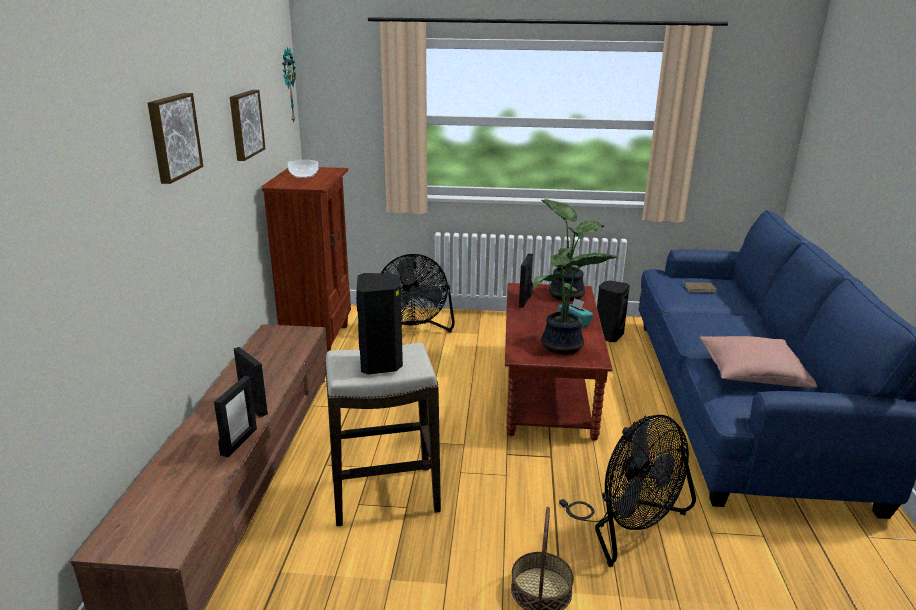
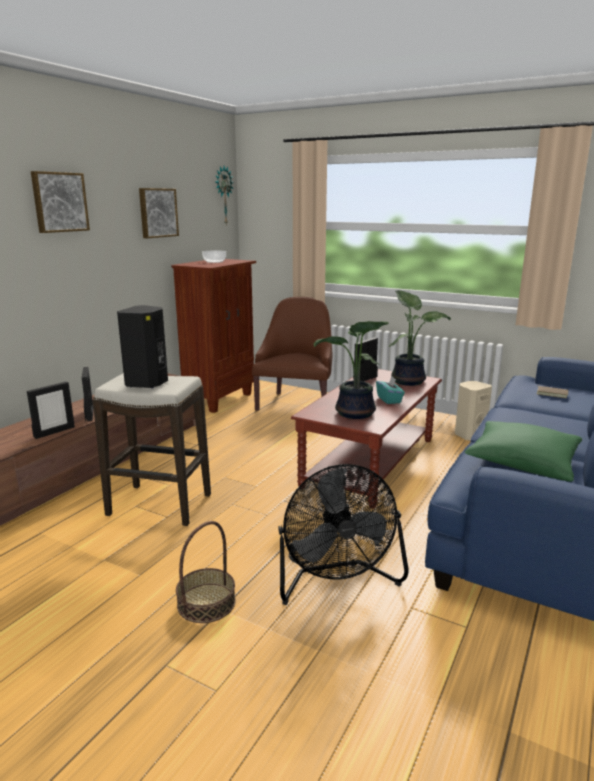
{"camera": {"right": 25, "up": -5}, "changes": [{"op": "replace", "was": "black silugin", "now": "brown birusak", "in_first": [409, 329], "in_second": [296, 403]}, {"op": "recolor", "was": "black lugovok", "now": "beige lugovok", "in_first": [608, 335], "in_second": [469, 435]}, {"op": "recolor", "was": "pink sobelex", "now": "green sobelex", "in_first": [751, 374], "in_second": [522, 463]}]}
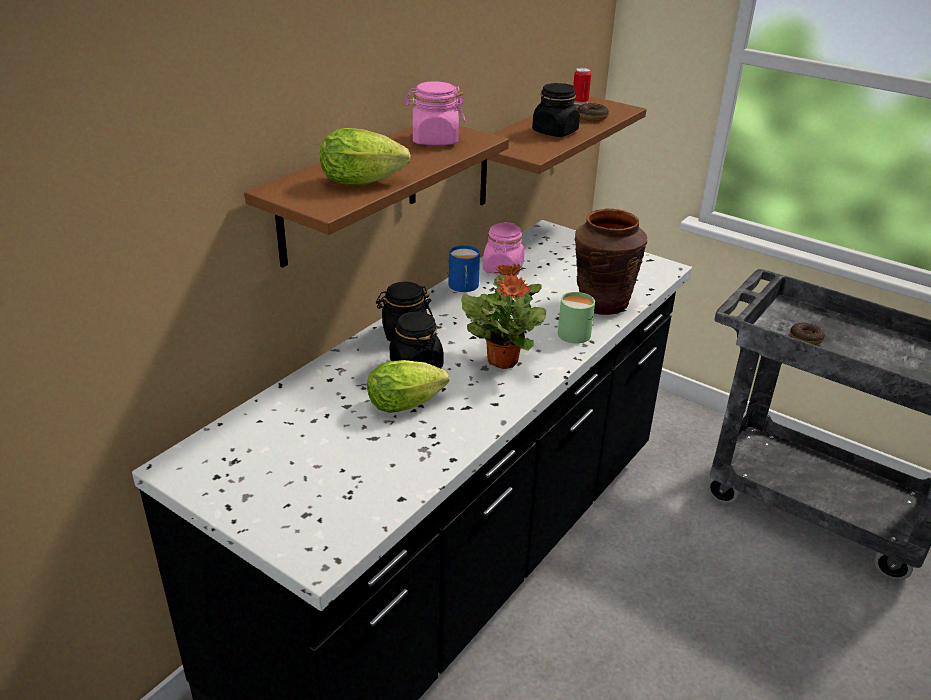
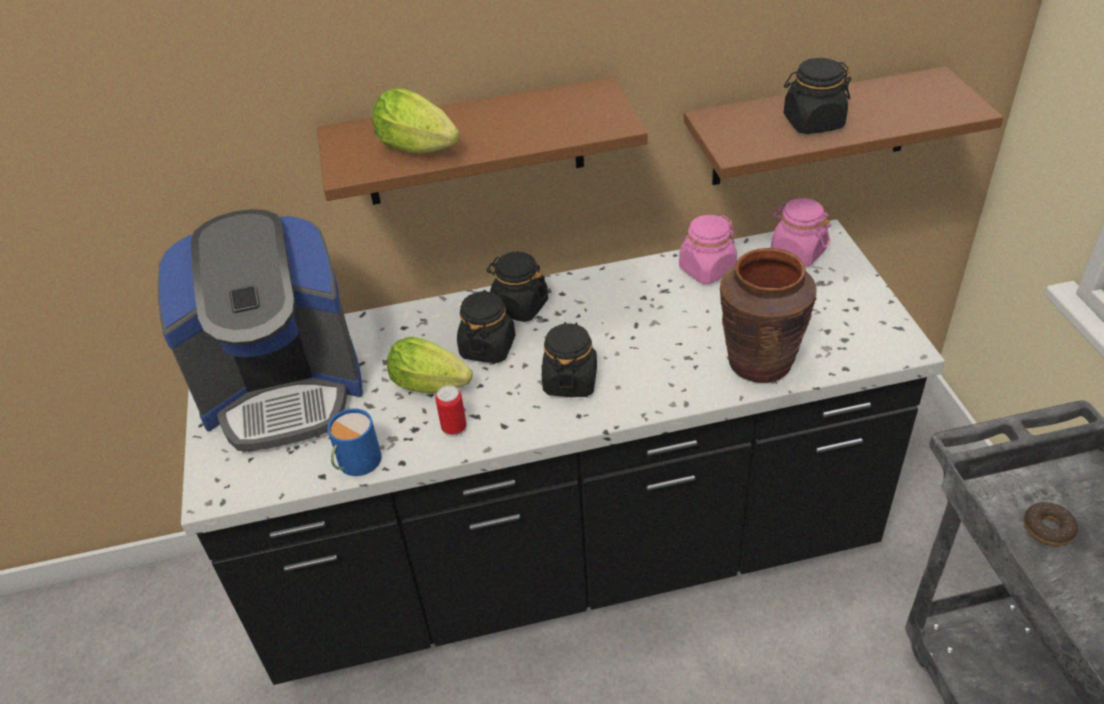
{"camera": {"right": 45, "up": 10}, "changes": [{"op": "insert", "now": "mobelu", "in_second": [284, 390]}, {"op": "move", "was": "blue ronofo", "in_first": [463, 286], "in_second": [355, 462]}, {"op": "move", "was": "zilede", "in_first": [580, 102], "in_second": [454, 428]}, {"op": "replace", "was": "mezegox", "now": "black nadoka", "in_first": [503, 360], "in_second": [570, 381]}, {"op": "move", "was": "pink nadoka", "in_first": [434, 140], "in_second": [797, 252]}, {"op": "delete", "was": "green ronofo", "in_first": [575, 332]}, {"op": "delete", "was": "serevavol", "in_first": [592, 117]}]}
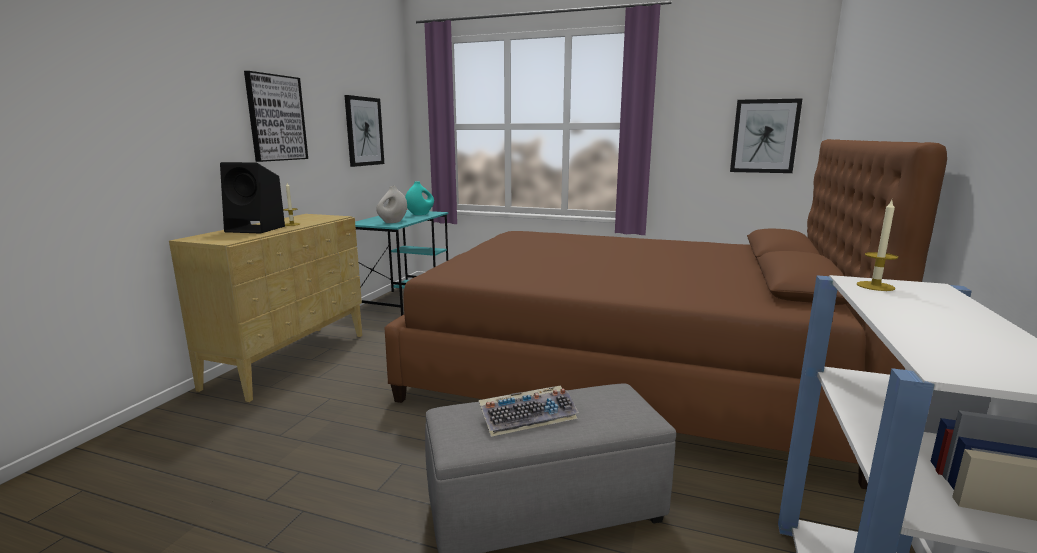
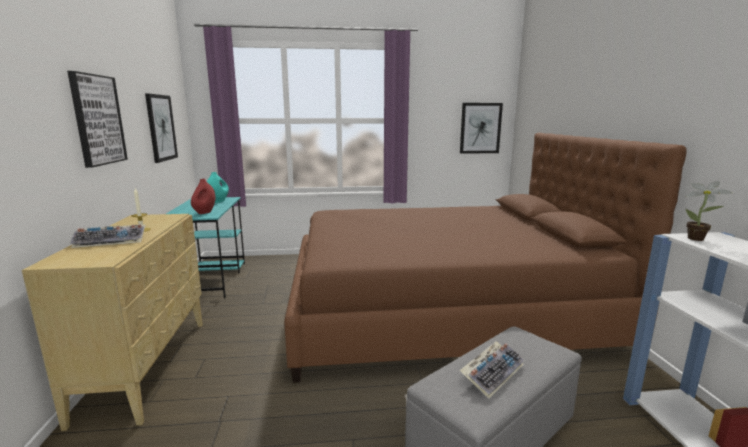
{"camera": {"right": -25, "up": 0}, "changes": [{"op": "replace", "was": "black lugovok", "now": "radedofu", "in_first": [257, 229], "in_second": [112, 240]}, {"op": "recolor", "was": "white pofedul", "now": "red pofedul", "in_first": [393, 222], "in_second": [205, 212]}, {"op": "replace", "was": "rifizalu", "now": "mezegox", "in_first": [875, 286], "in_second": [698, 239]}]}
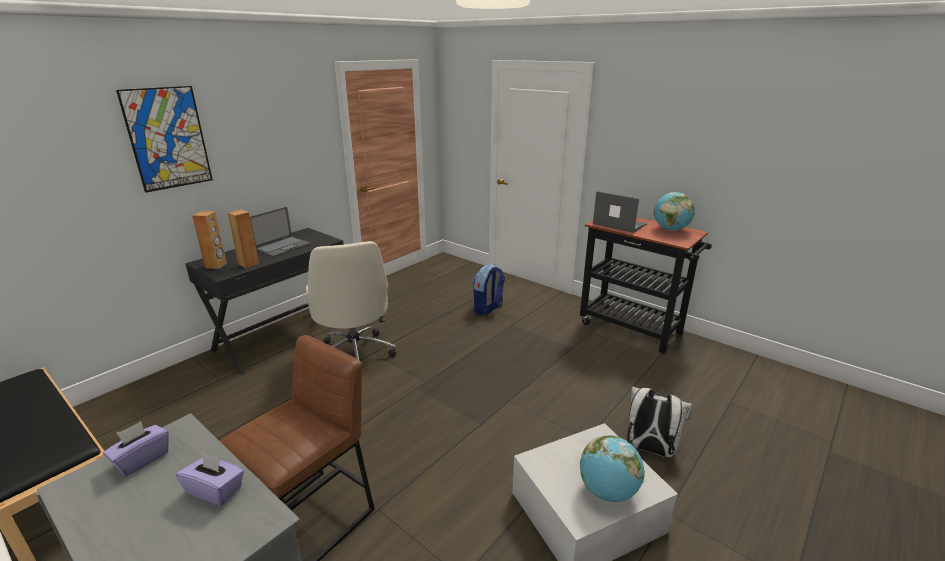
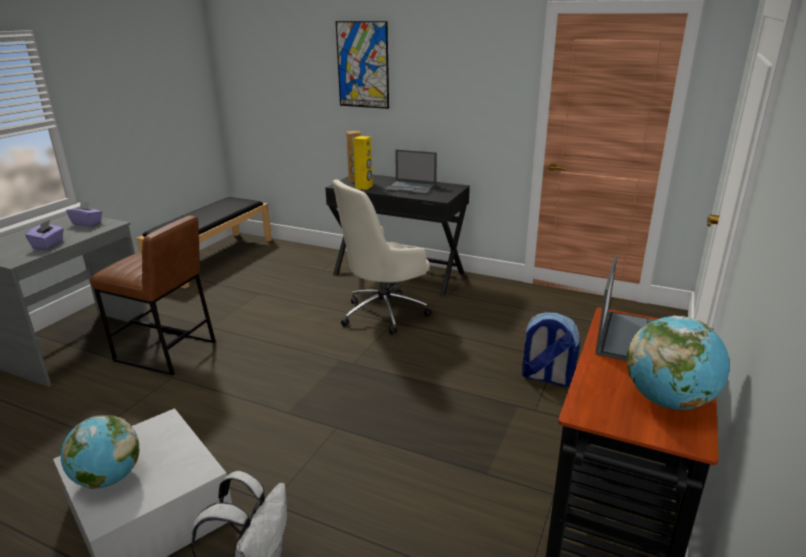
{"camera": {"right": 75, "up": 0}, "changes": [{"op": "recolor", "was": "brown lugovok", "now": "yellow lugovok", "in_first": [249, 264], "in_second": [364, 187]}]}
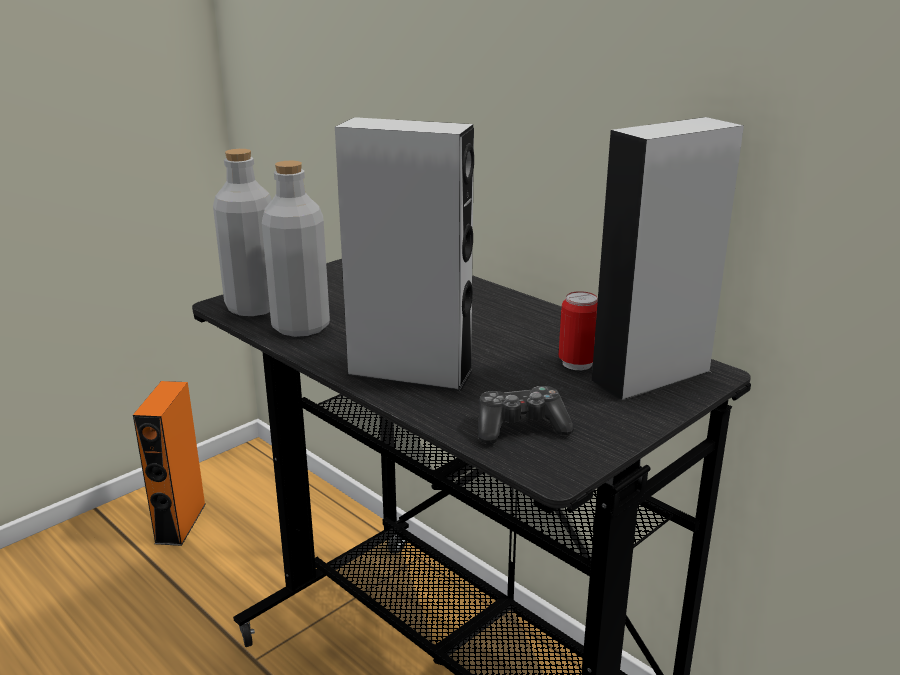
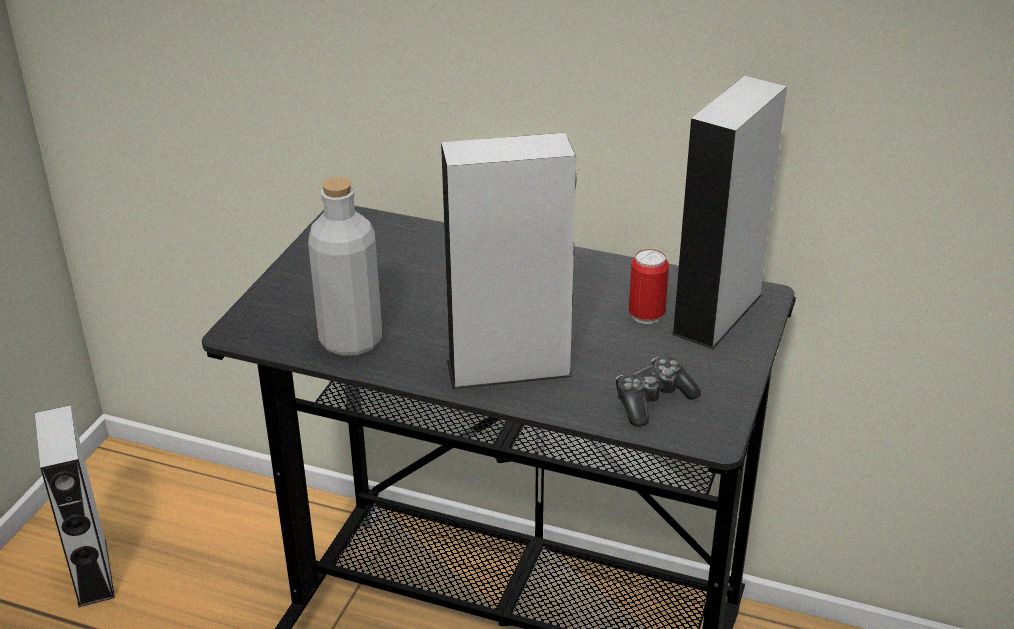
{"camera": {"right": -25, "up": 10}, "changes": [{"op": "recolor", "was": "orange lugovok", "now": "grey lugovok", "in_first": [180, 523], "in_second": [92, 572]}, {"op": "delete", "was": "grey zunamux", "in_first": [253, 307]}]}
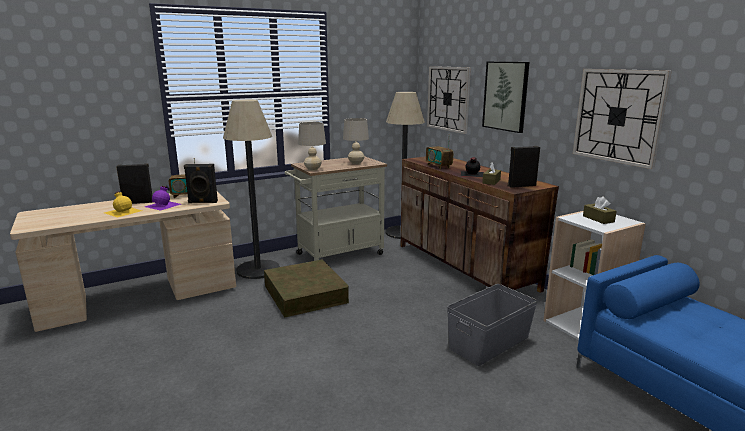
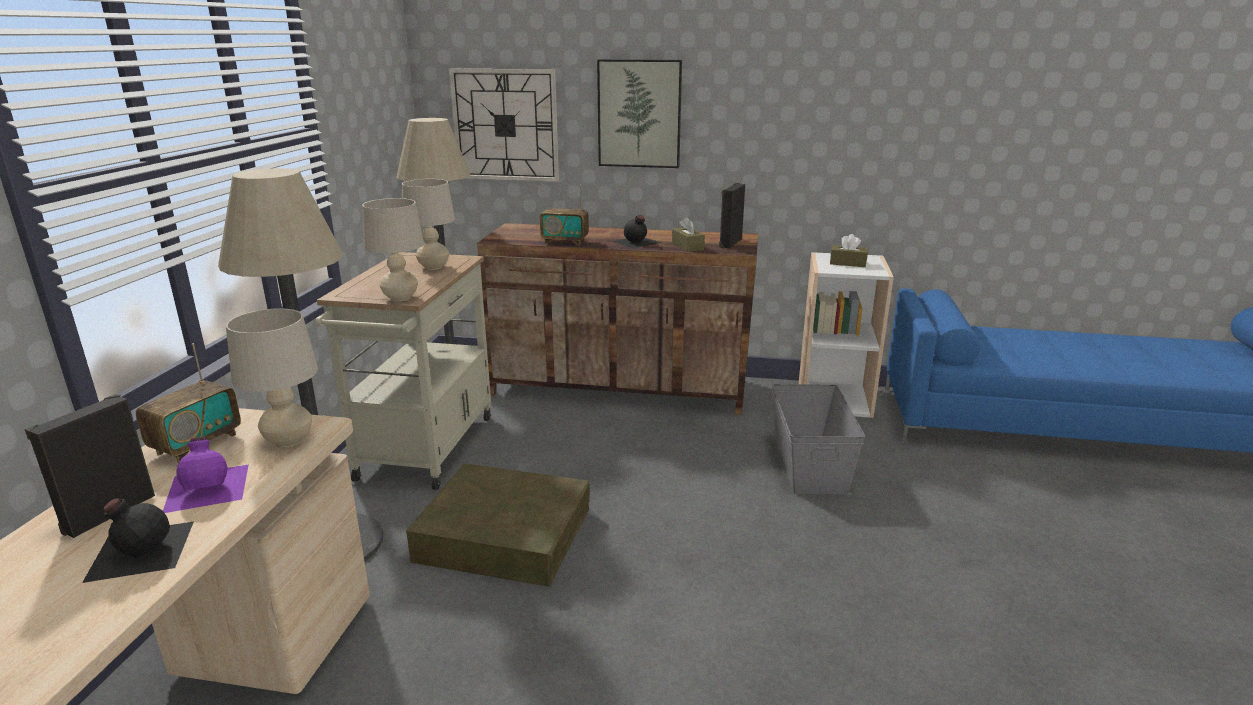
{"camera": {"right": -50, "up": 5}, "changes": [{"op": "recolor", "was": "yellow zunamux", "now": "black zunamux", "in_first": [123, 211], "in_second": [140, 549]}, {"op": "replace", "was": "black lugovok", "now": "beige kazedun", "in_first": [202, 202], "in_second": [288, 440]}, {"op": "delete", "was": "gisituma", "in_first": [618, 116]}]}
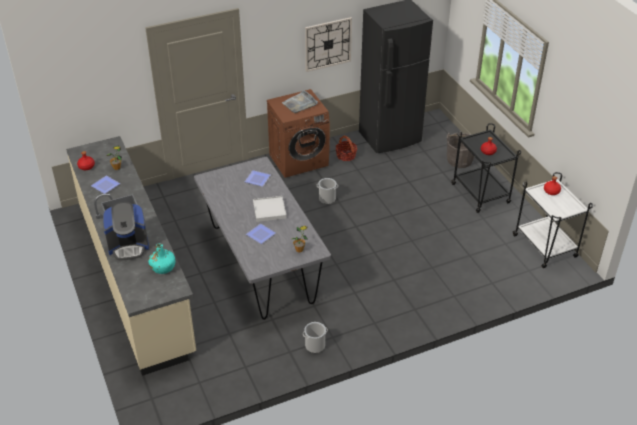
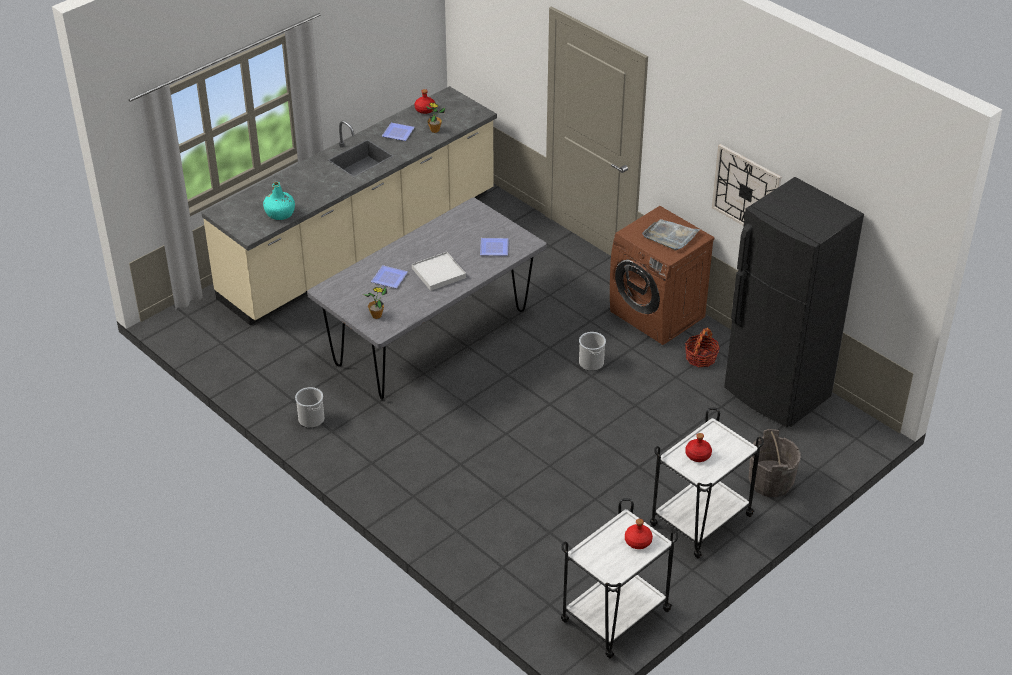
{"camera": {"right": 70, "up": 0}, "changes": [{"op": "recolor", "was": "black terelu", "now": "white terelu", "in_first": [480, 194], "in_second": [700, 521]}, {"op": "delete", "was": "mobelu", "in_first": [128, 246]}]}
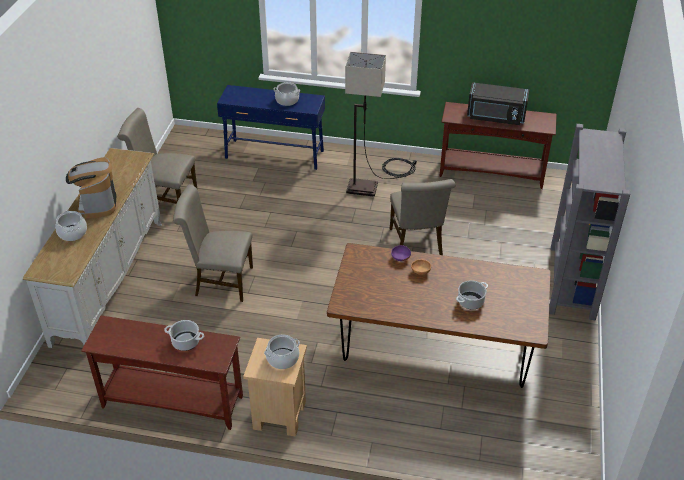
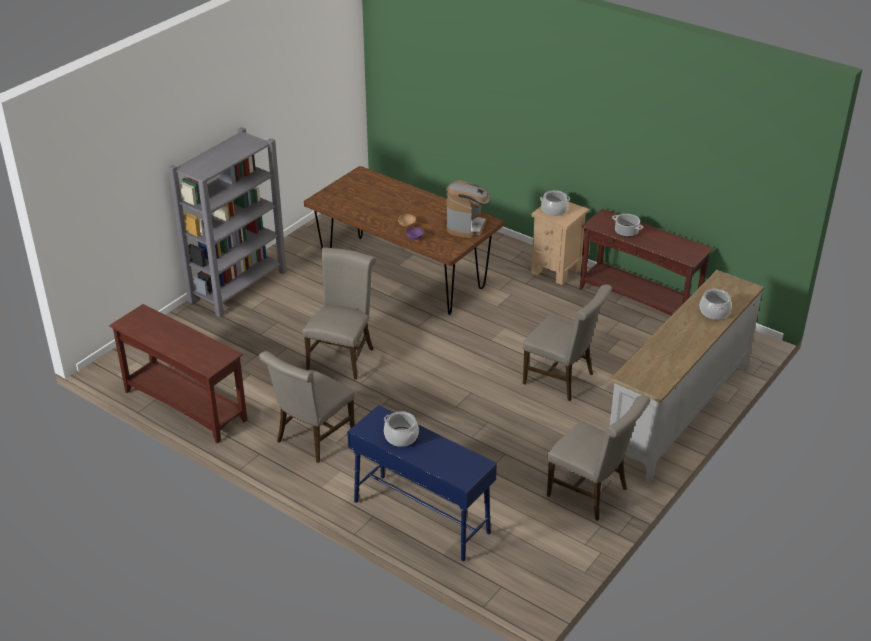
{"camera": {"right": -155, "up": -5}, "changes": [{"op": "replace", "was": "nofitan", "now": "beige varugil", "in_first": [382, 177], "in_second": [312, 439]}, {"op": "move", "was": "mobelu", "in_first": [97, 204], "in_second": [466, 226]}, {"op": "delete", "was": "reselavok", "in_first": [470, 302]}, {"op": "delete", "was": "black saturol", "in_first": [495, 117]}]}
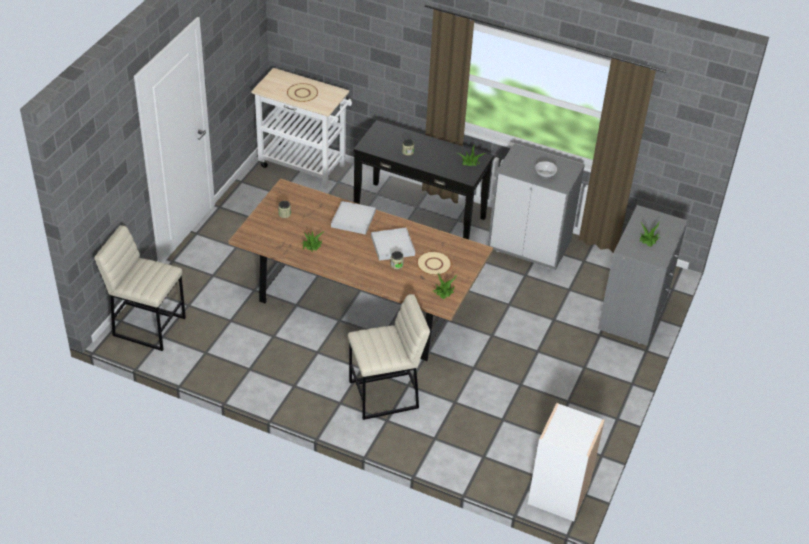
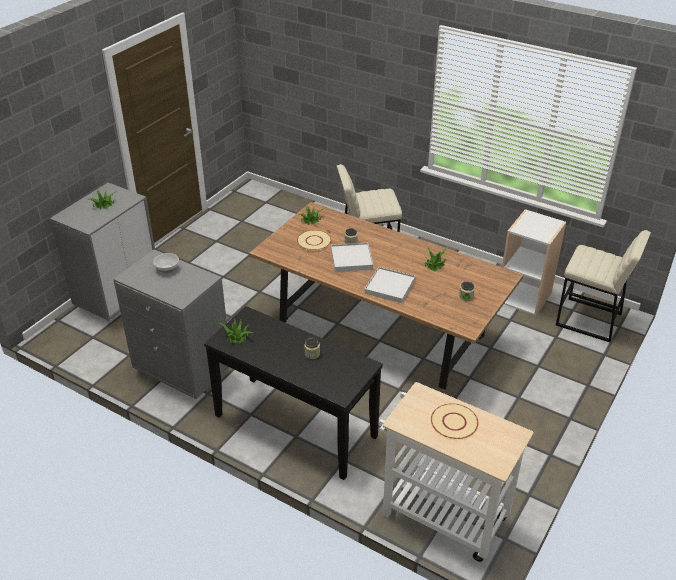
{"camera": {"right": -170, "up": -5}, "changes": [{"op": "move", "was": "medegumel", "in_first": [558, 493], "in_second": [524, 297]}]}
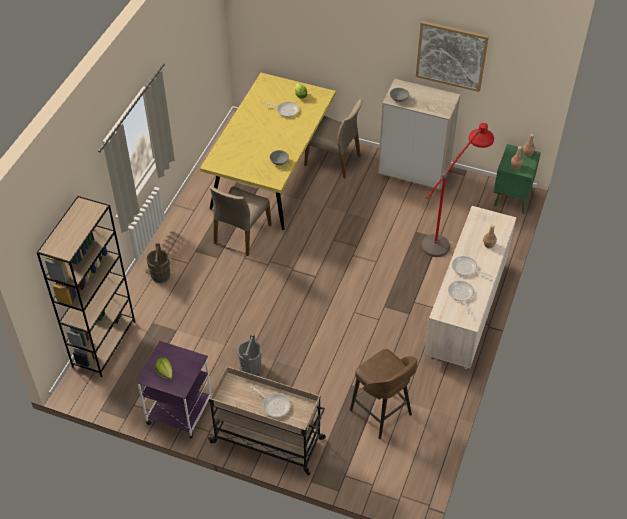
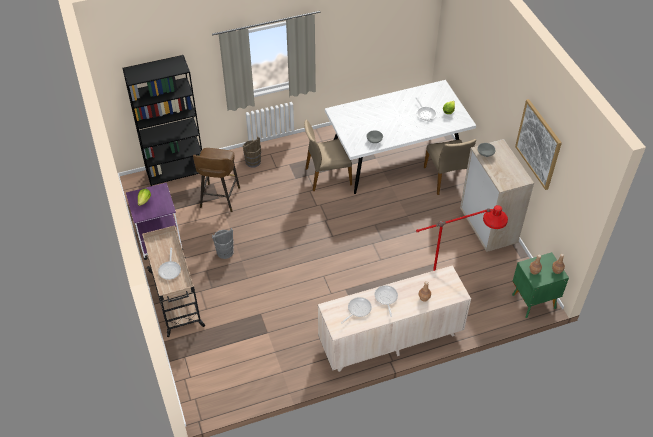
{"camera": {"right": 50, "up": 0}, "changes": [{"op": "recolor", "was": "beige medegumel", "now": "black medegumel", "in_first": [104, 344], "in_second": [176, 173]}, {"op": "move", "was": "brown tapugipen", "in_first": [382, 414], "in_second": [219, 198]}, {"op": "recolor", "was": "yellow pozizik", "now": "white pozizik", "in_first": [272, 173], "in_second": [396, 156]}]}
